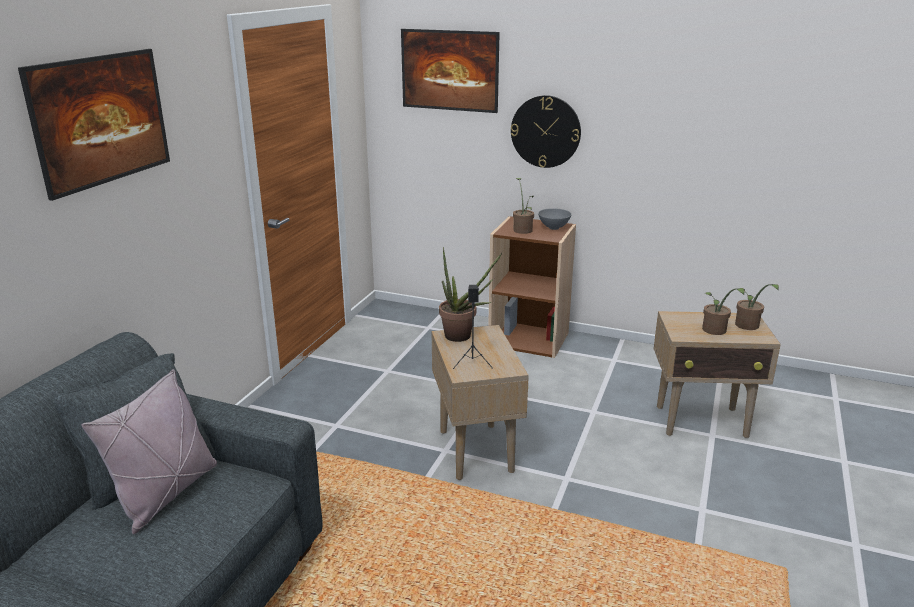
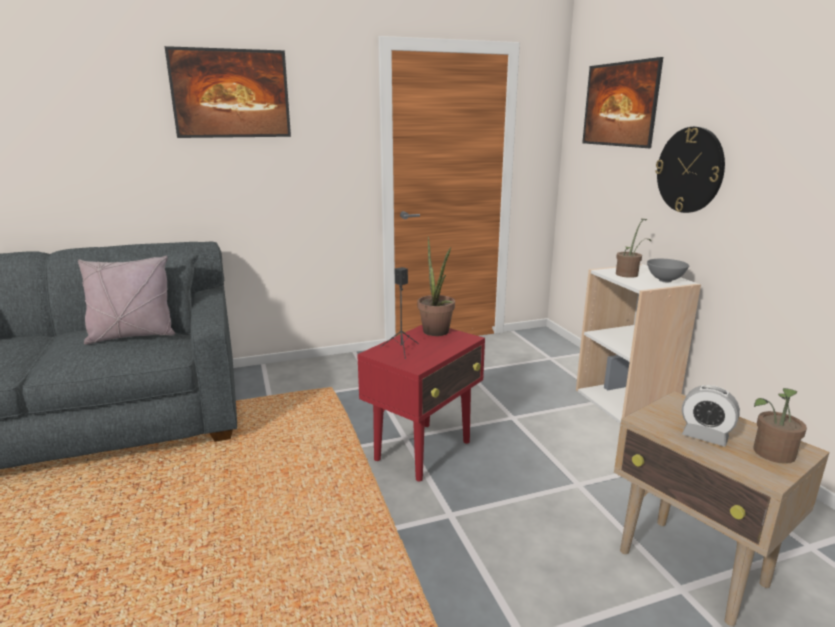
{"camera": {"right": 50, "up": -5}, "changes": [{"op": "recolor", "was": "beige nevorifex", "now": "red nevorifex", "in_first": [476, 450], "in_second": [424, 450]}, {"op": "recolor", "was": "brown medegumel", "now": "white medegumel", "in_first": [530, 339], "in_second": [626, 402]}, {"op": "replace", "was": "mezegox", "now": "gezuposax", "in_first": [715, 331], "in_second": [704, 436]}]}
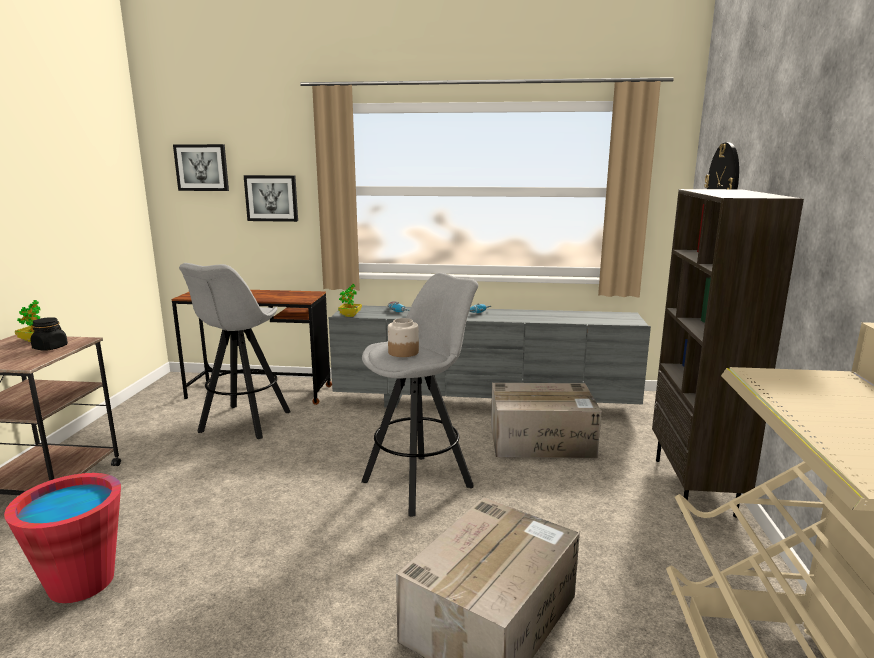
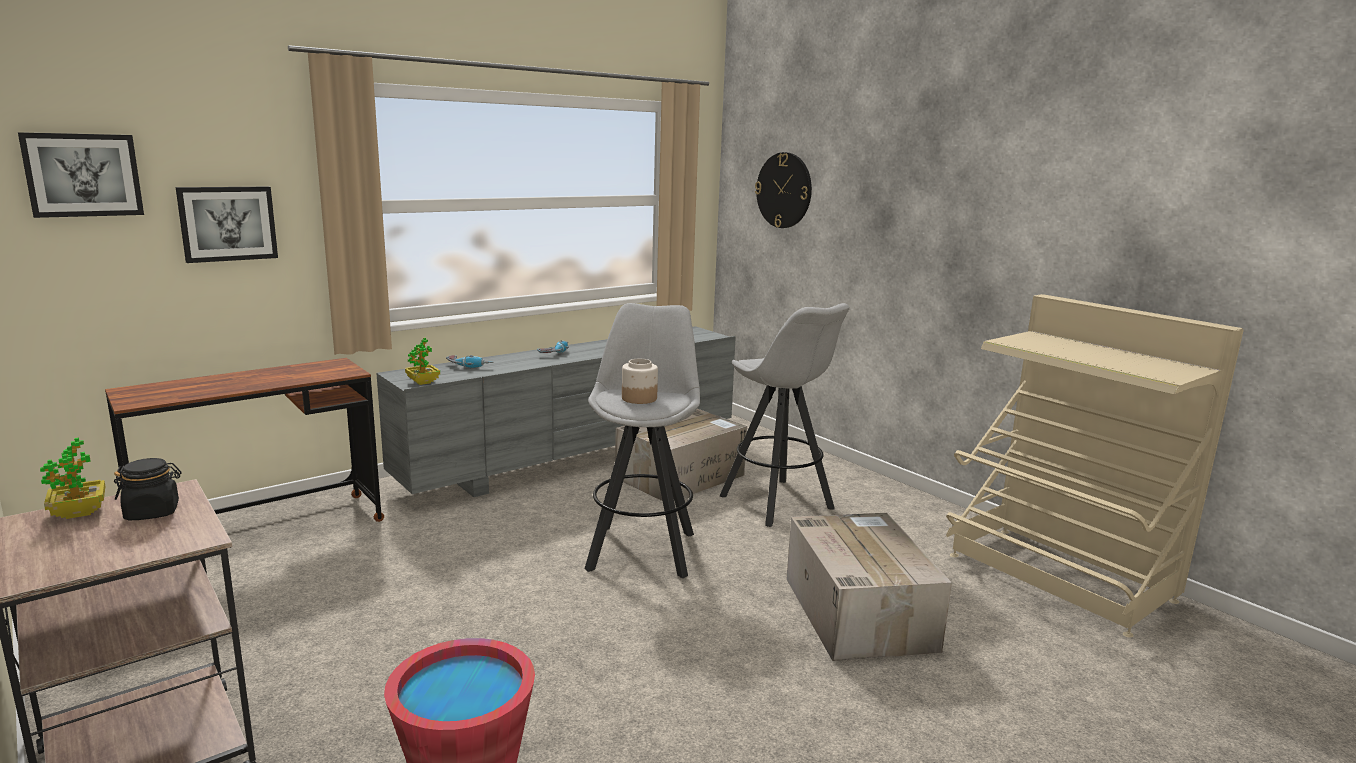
{"camera": {"right": -45, "up": 0}, "changes": [{"op": "move", "was": "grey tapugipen", "in_first": [243, 423], "in_second": [778, 503]}, {"op": "delete", "was": "brown medegumel", "in_first": [695, 487]}]}
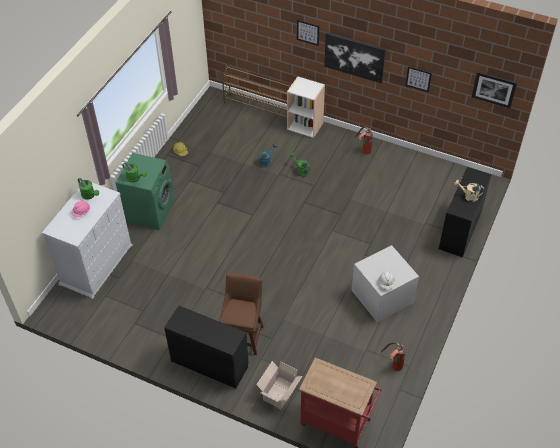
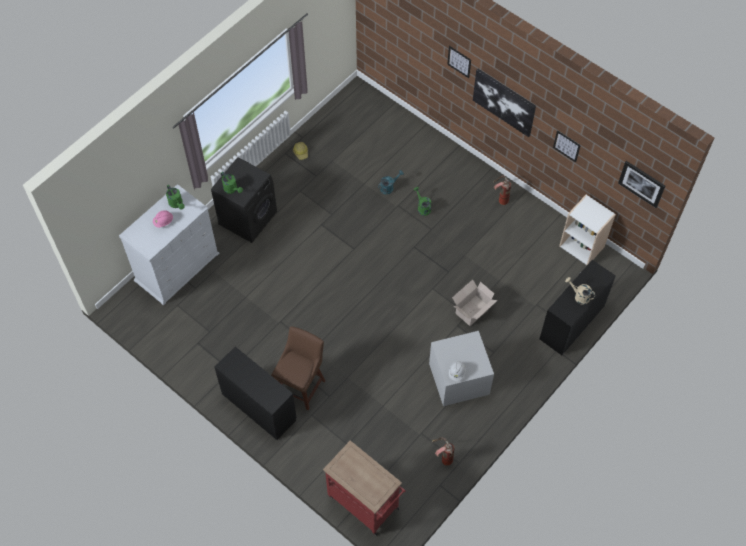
{"camera": {"right": 15, "up": 10}, "changes": [{"op": "recolor", "was": "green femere", "now": "black femere", "in_first": [150, 211], "in_second": [249, 218]}, {"op": "move", "was": "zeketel", "in_first": [279, 393], "in_second": [472, 311]}, {"op": "move", "was": "white medegumel", "in_first": [305, 126], "in_second": [582, 246]}, {"op": "delete", "was": "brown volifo", "in_first": [258, 109]}]}
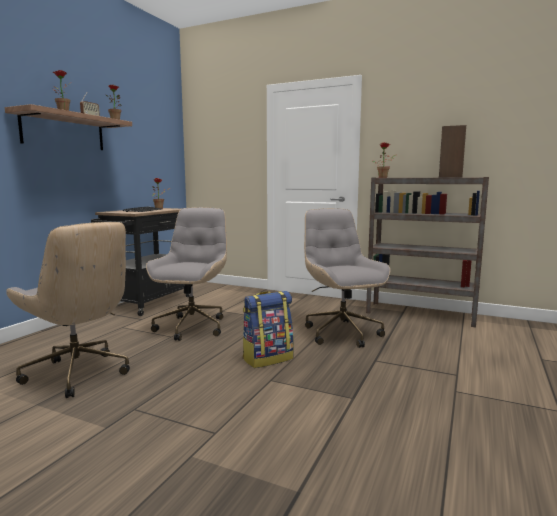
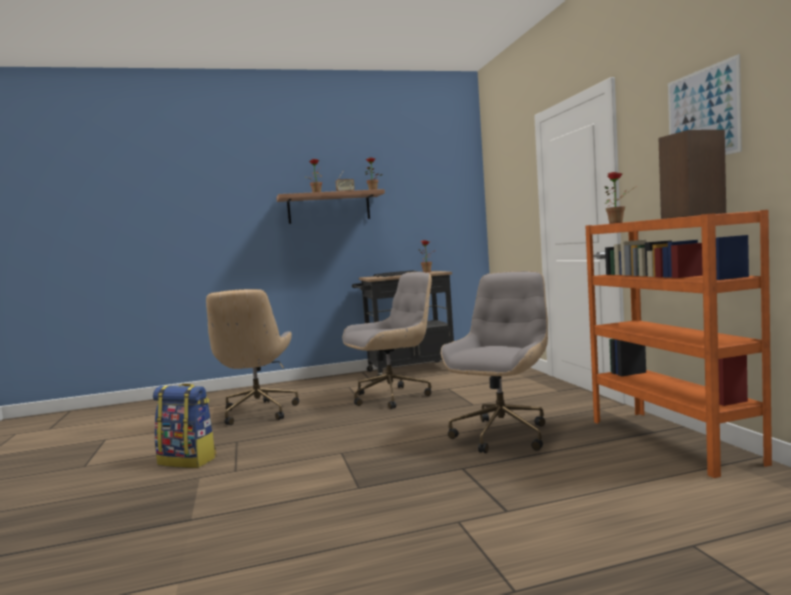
{"camera": {"right": 50, "up": -5}, "changes": [{"op": "move", "was": "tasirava", "in_first": [268, 358], "in_second": [188, 460]}, {"op": "recolor", "was": "grey medegumel", "now": "orange medegumel", "in_first": [420, 314], "in_second": [671, 440]}, {"op": "insert", "now": "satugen", "in_second": [702, 115]}]}
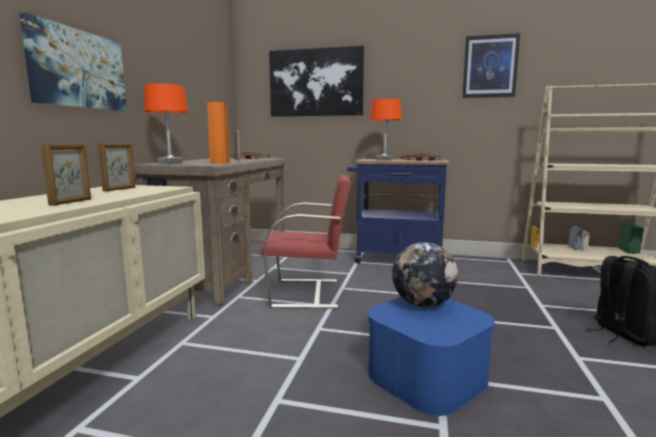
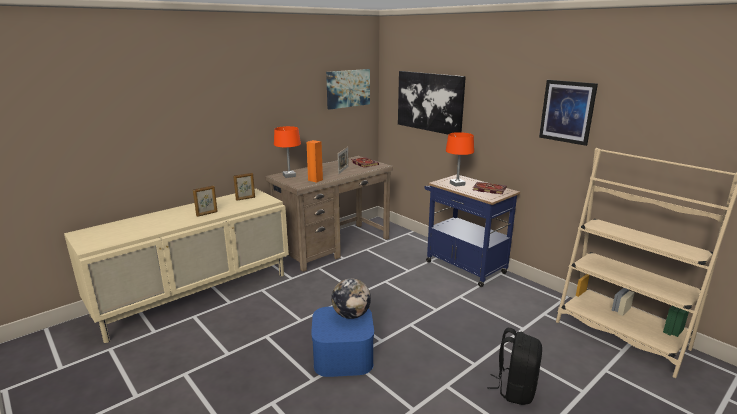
{"camera": {"right": 35, "up": 10}, "changes": [{"op": "move", "was": "satugen", "in_first": [78, 69], "in_second": [348, 88]}, {"op": "delete", "was": "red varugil", "in_first": [307, 293]}]}
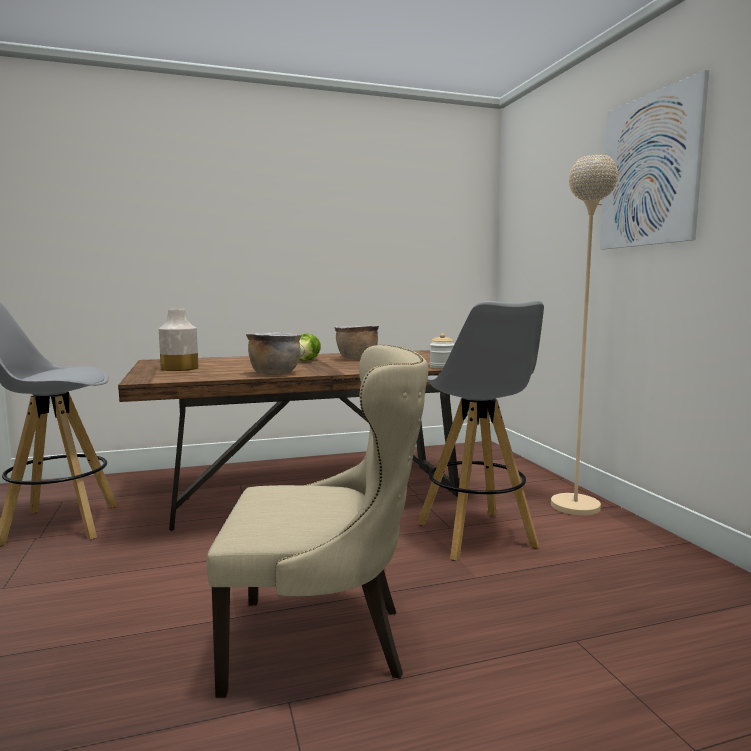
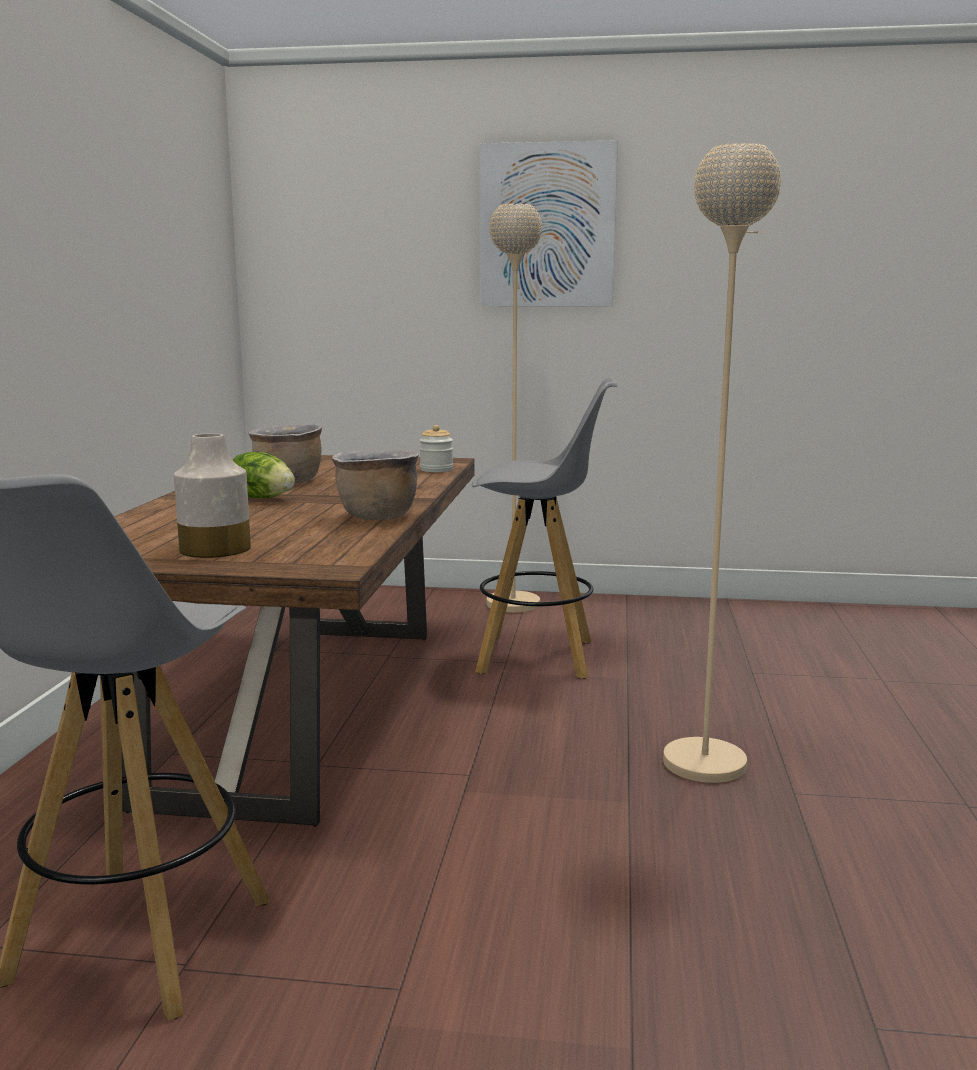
{"camera": {"right": -65, "up": 5}, "changes": [{"op": "replace", "was": "beige varugil", "now": "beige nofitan", "in_first": [325, 642], "in_second": [705, 763]}]}
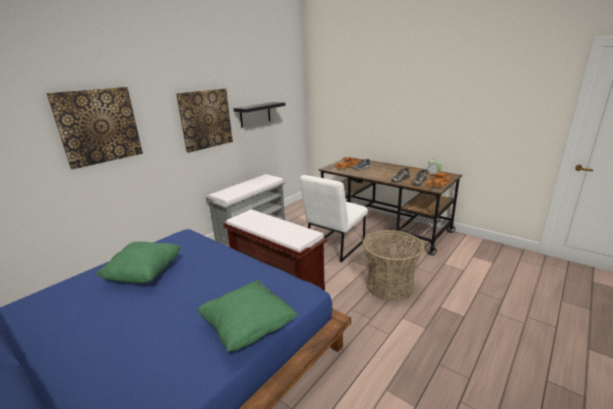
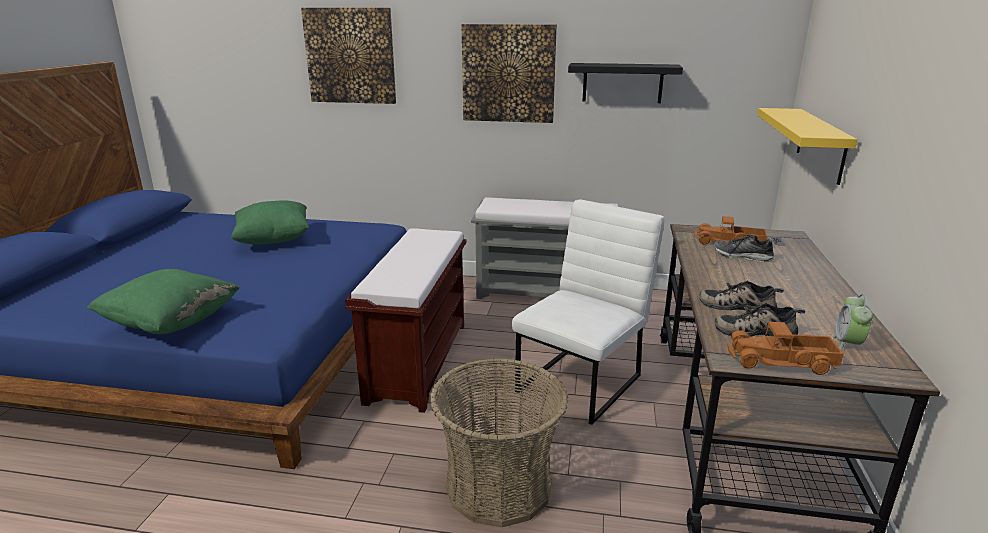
{"camera": {"right": 60, "up": 0}, "changes": [{"op": "rotate", "was": "white varugil", "in_first": [335, 246], "in_second": [582, 382], "clockwise": 120}, {"op": "insert", "now": "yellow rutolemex", "in_second": [821, 144]}]}
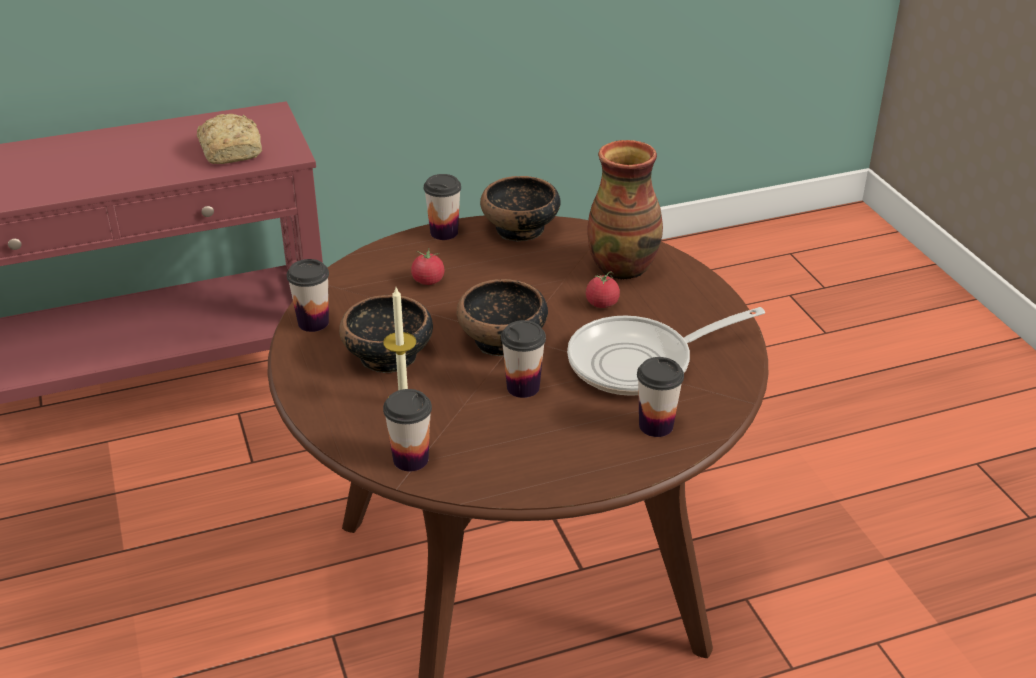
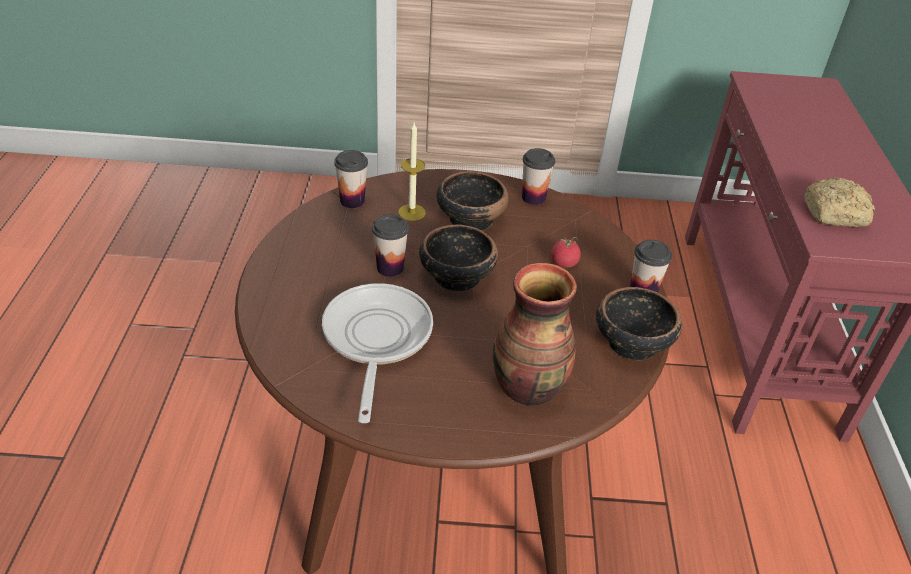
{"camera": {"right": 110, "up": 5}, "changes": [{"op": "delete", "was": "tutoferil", "in_first": [602, 304]}, {"op": "delete", "was": "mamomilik", "in_first": [656, 426]}]}
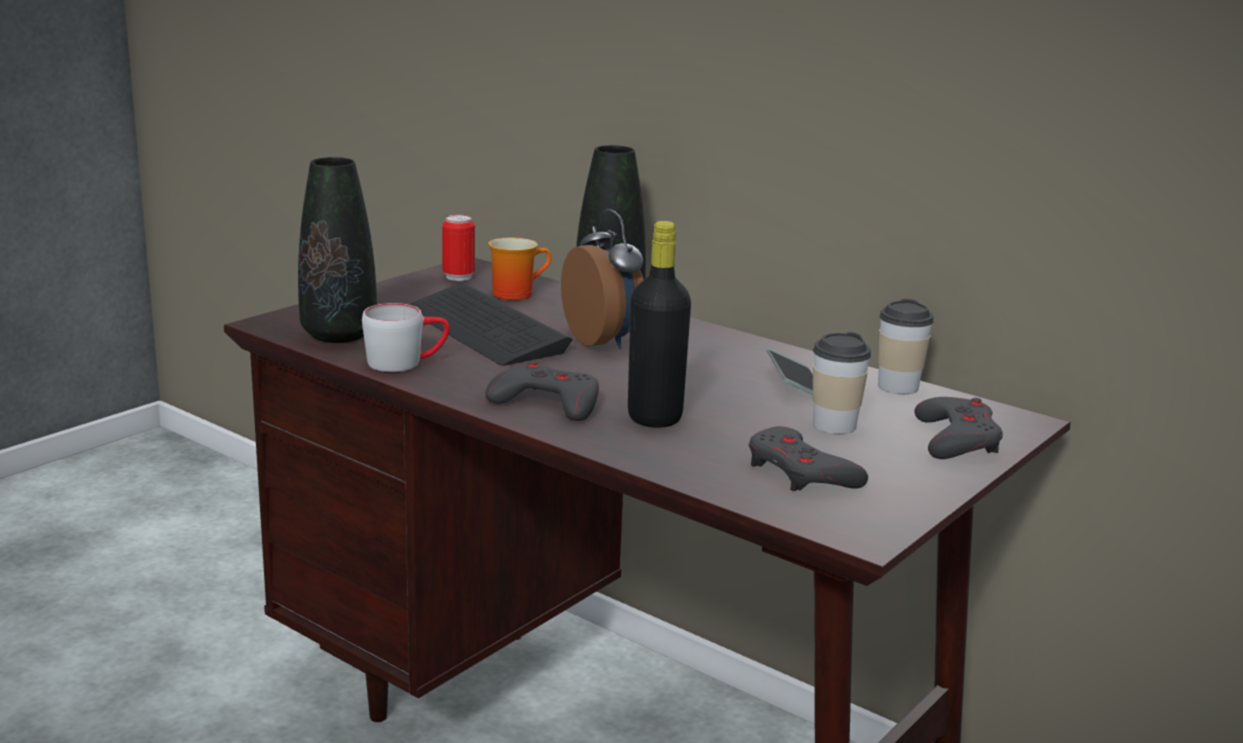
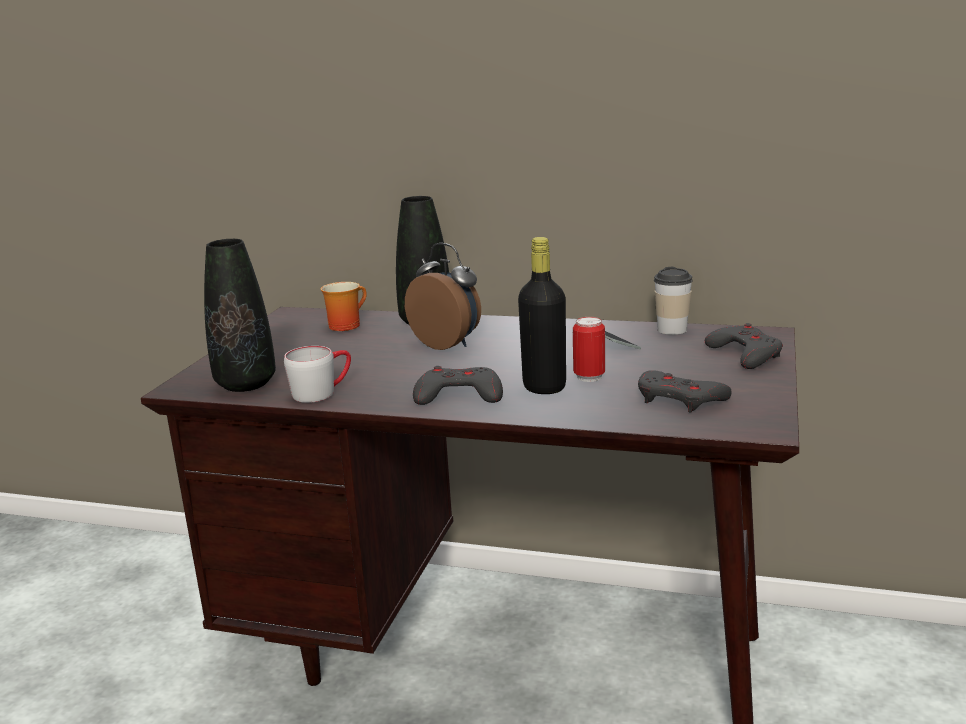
{"camera": {"right": -20, "up": 0}, "changes": [{"op": "move", "was": "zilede", "in_first": [458, 277], "in_second": [589, 377]}, {"op": "delete", "was": "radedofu", "in_first": [485, 329]}, {"op": "delete", "was": "mamomilik", "in_first": [834, 425]}]}
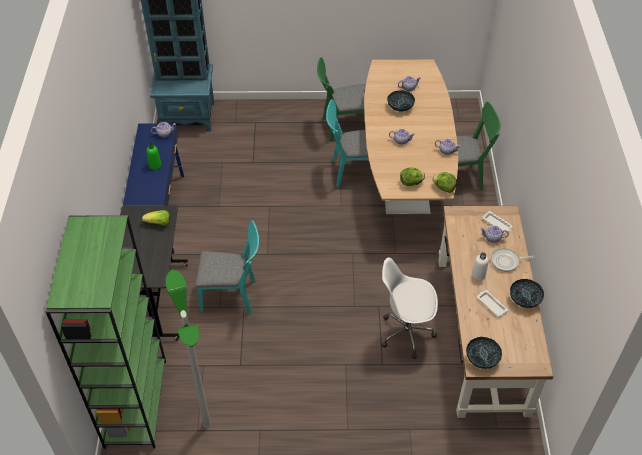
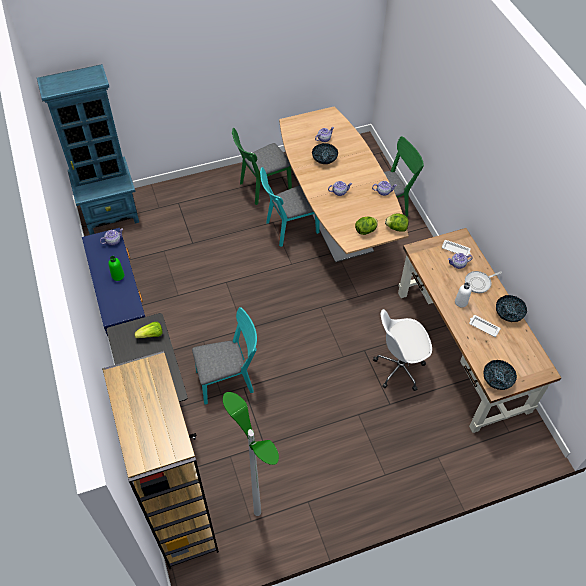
{"camera": {"right": -20, "up": 5}, "changes": [{"op": "recolor", "was": "green medegumel", "now": "brown medegumel", "in_first": [135, 402], "in_second": [180, 513]}]}
